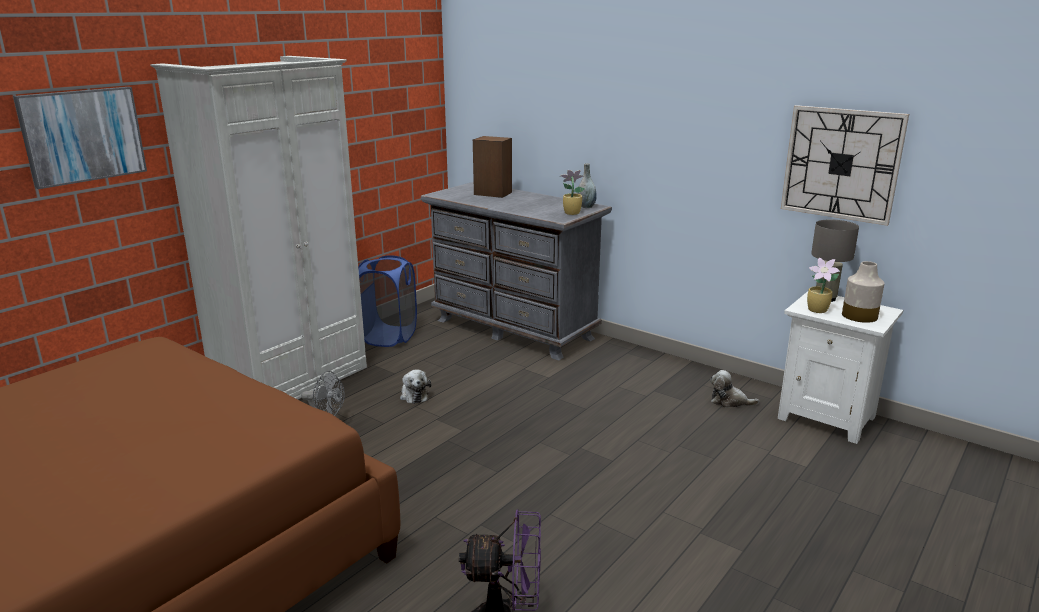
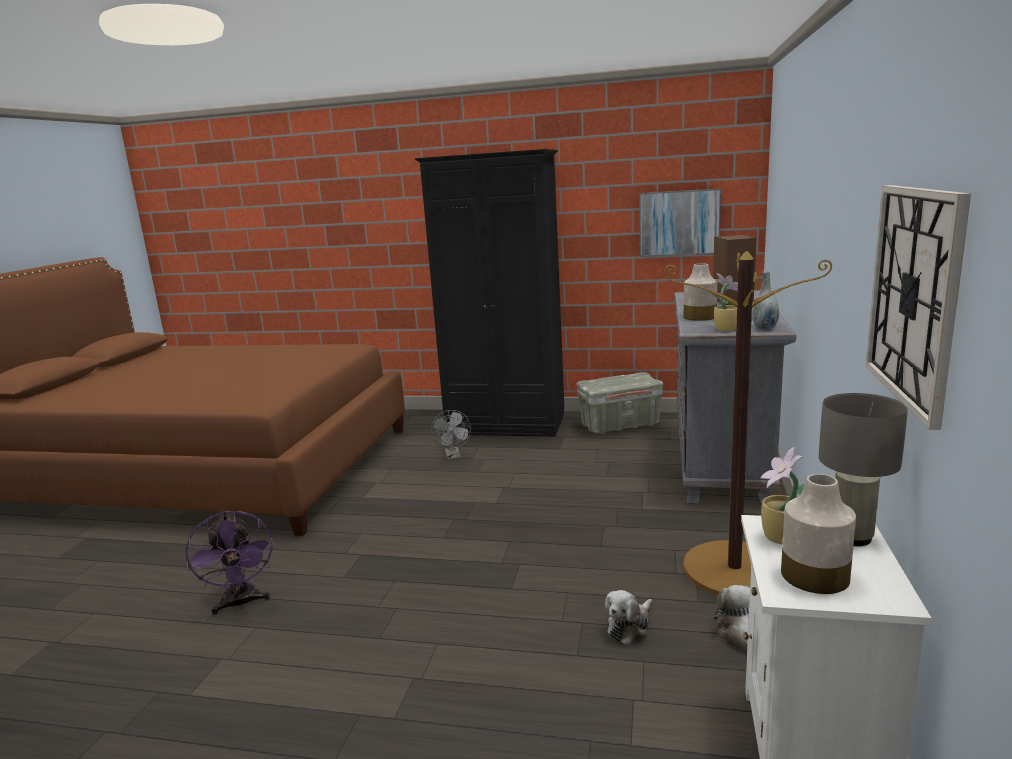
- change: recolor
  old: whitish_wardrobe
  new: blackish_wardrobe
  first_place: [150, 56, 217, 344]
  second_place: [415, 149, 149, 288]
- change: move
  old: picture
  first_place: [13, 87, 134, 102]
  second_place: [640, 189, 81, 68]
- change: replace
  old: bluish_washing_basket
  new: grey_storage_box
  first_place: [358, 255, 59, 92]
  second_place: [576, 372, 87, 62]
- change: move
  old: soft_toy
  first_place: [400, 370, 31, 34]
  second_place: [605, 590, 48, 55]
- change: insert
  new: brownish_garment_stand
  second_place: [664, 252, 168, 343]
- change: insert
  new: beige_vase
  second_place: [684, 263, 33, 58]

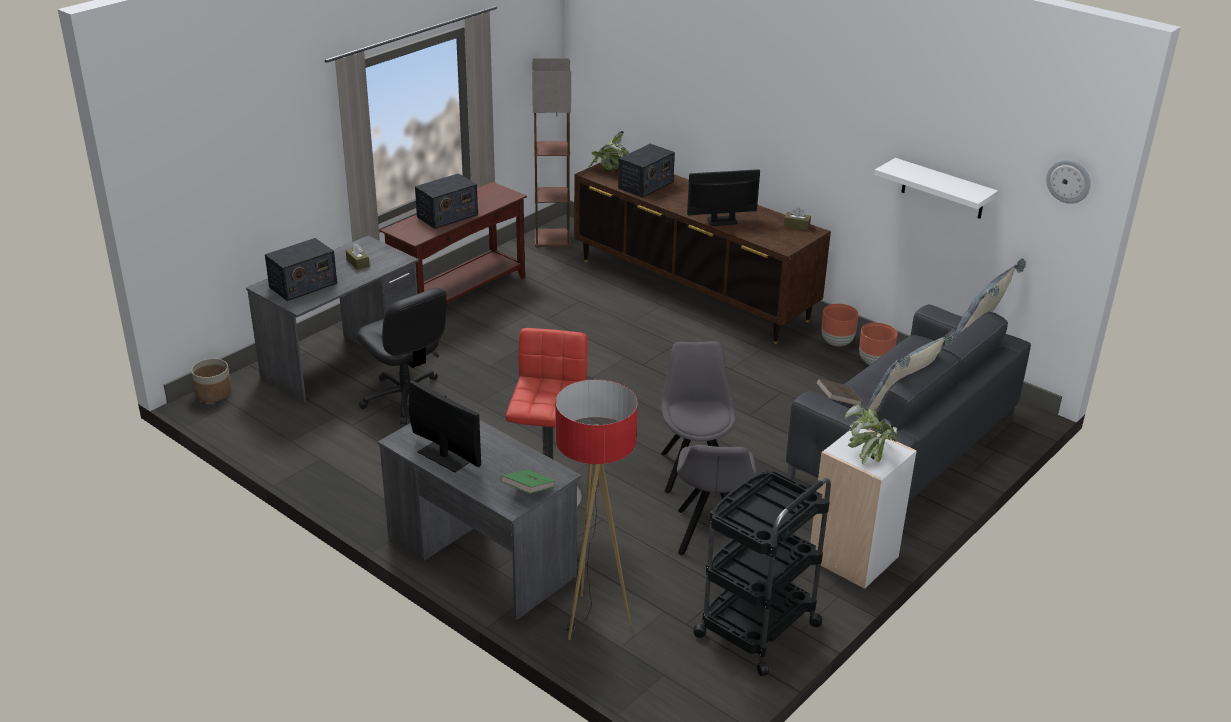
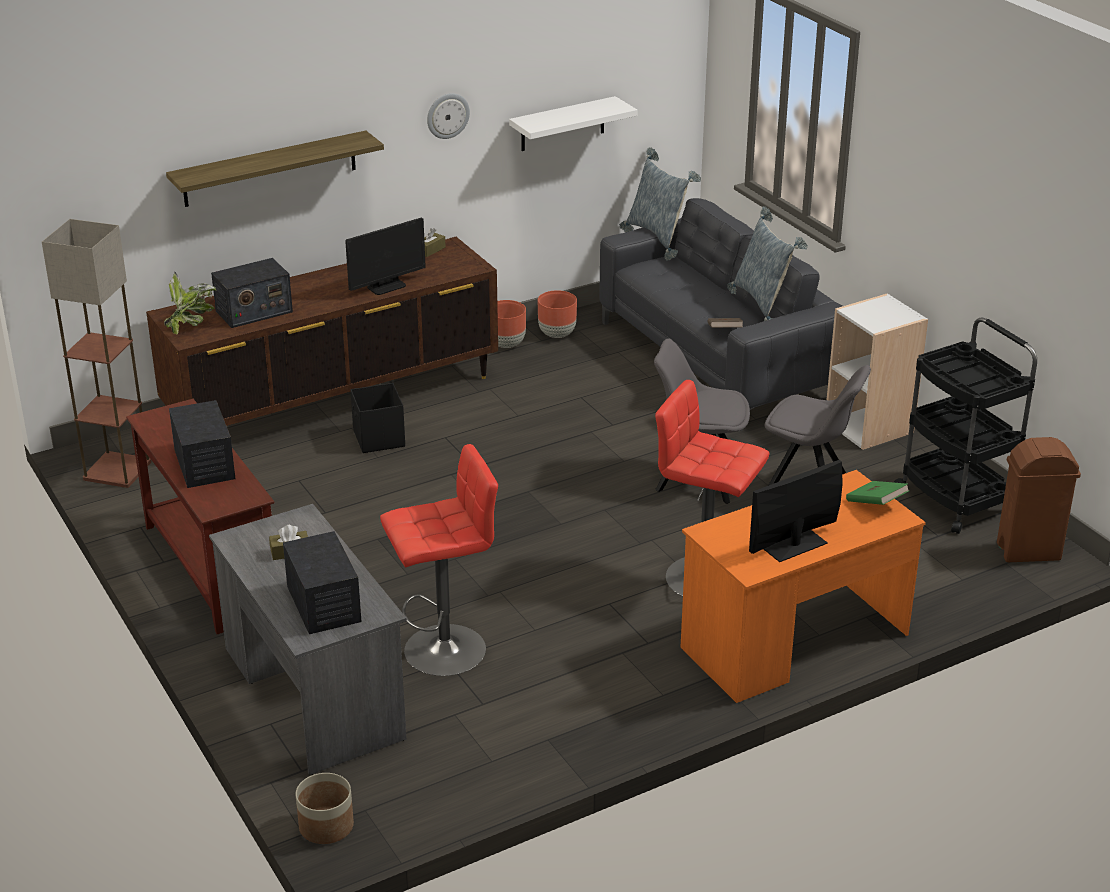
- change: rotate
  old: radio
  first_place: [618, 144, 57, 54]
  second_place: [211, 258, 82, 70]
  degrees: 90
- change: move
  old: clock_on_the_wall
  first_place: [1046, 160, 45, 44]
  second_place: [427, 93, 43, 46]
- change: rotate
  old: computer_display
  first_place: [687, 169, 73, 57]
  second_place: [345, 218, 81, 77]
  degrees: -135
- change: replace
  old: blackish_office_chair
  new: red-coloured_stool
  first_place: [356, 288, 95, 137]
  second_place: [380, 444, 118, 232]
- change: delete
  old: standard_lamp
  first_place: [555, 379, 83, 261]
- change: delete
  old: houseplant
  first_place: [845, 404, 52, 61]
- change: recolor
  old: grey_desk
  new: orange_desk
  first_place: [378, 419, 203, 202]
  second_place: [681, 470, 245, 233]
- change: insert
  new: wall_shelf
  second_place: [166, 131, 218, 76]
- change: insert
  new: blackish_storage_box
  second_place: [350, 383, 55, 70]
- change: insert
  new: brownish_waste_bin
  second_place: [997, 437, 84, 125]

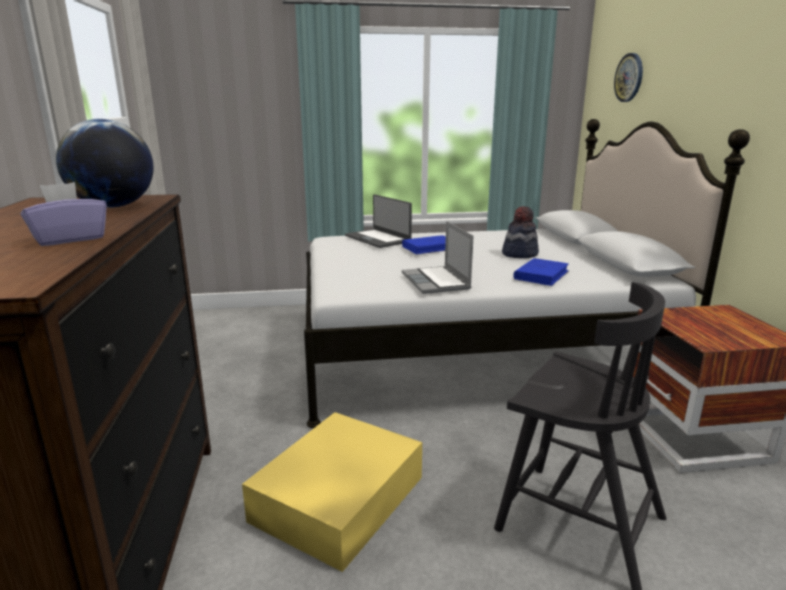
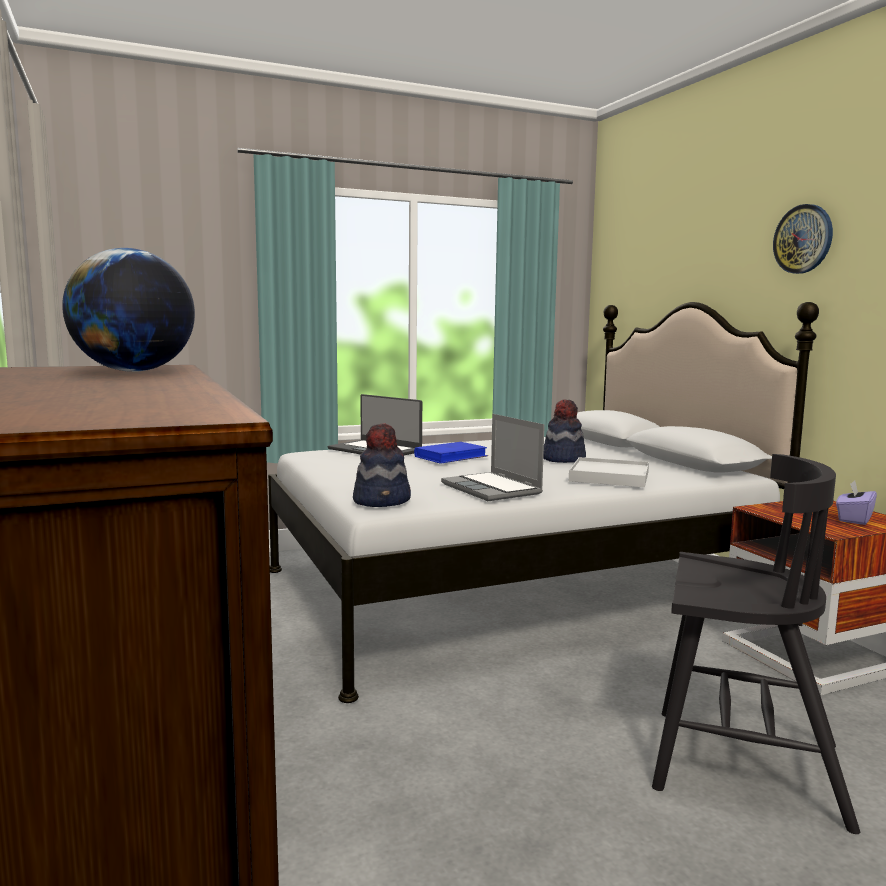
- change: move
  old: clock_on_the_wall
  first_place: [614, 53, 29, 49]
  second_place: [773, 204, 60, 70]
- change: move
  old: purple_tissue_box
  first_place: [21, 182, 86, 64]
  second_place: [836, 481, 41, 44]
- change: replace
  old: bluish_book
  new: whitish_tray
  first_place: [513, 258, 56, 28]
  second_place: [569, 457, 80, 30]
- change: delete
  old: yellowish_storage_box
  first_place: [242, 412, 180, 160]
- change: insert
  new: clothing_hat
  second_place: [353, 423, 58, 84]

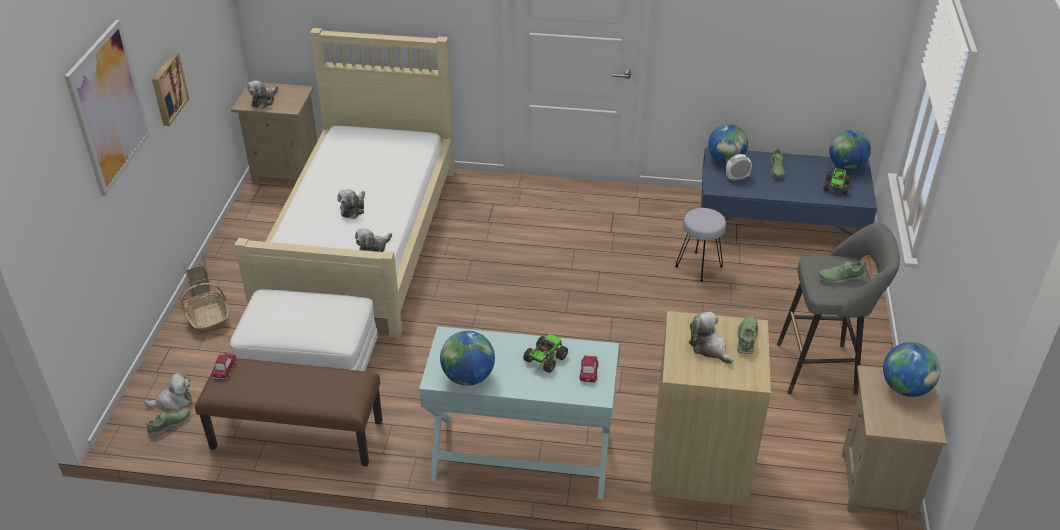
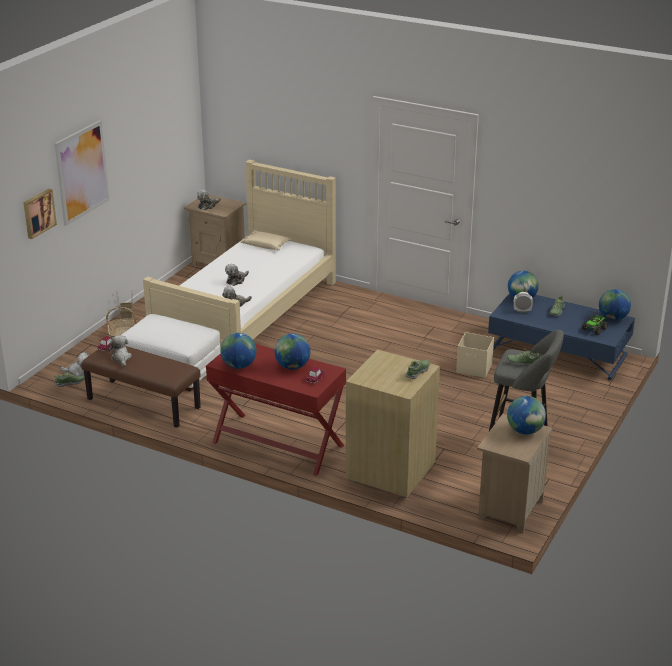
- change: move
  old: picture
  first_place: [152, 53, 38, 73]
  second_place: [23, 189, 34, 50]
- change: replace
  old: grey_stool
  new: beige_storage_box
  first_place: [675, 208, 51, 74]
  second_place: [456, 332, 38, 46]
- change: move
  old: soft_toy
  first_place: [689, 312, 44, 52]
  second_place: [108, 335, 24, 32]
- change: recolor
  old: blue-green_desk
  new: red-coloured_desk
  first_place: [419, 326, 200, 173]
  second_place: [206, 344, 140, 132]
- change: replace
  old: toy_lorry
  new: globe
  first_place: [523, 334, 45, 39]
  second_place: [275, 334, 35, 36]
- change: insert
  new: beige_cushion
  second_place: [241, 230, 51, 20]

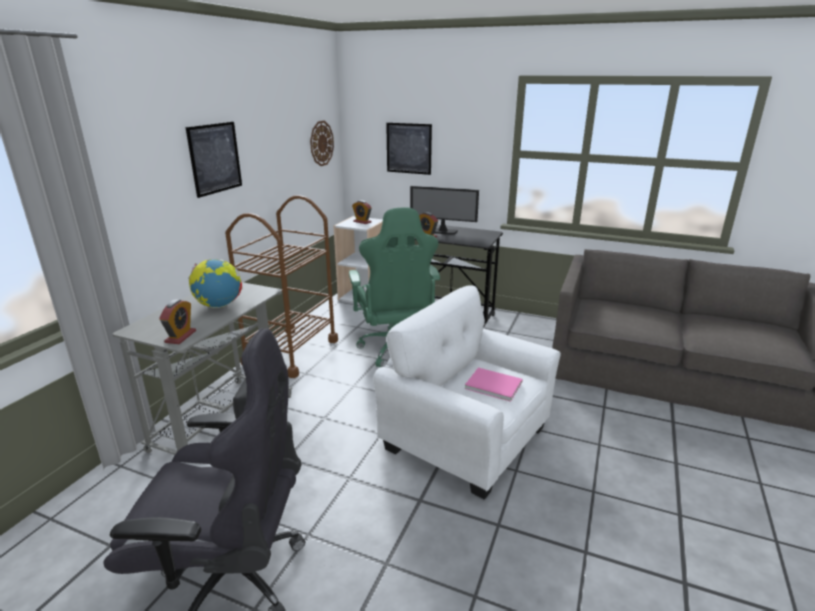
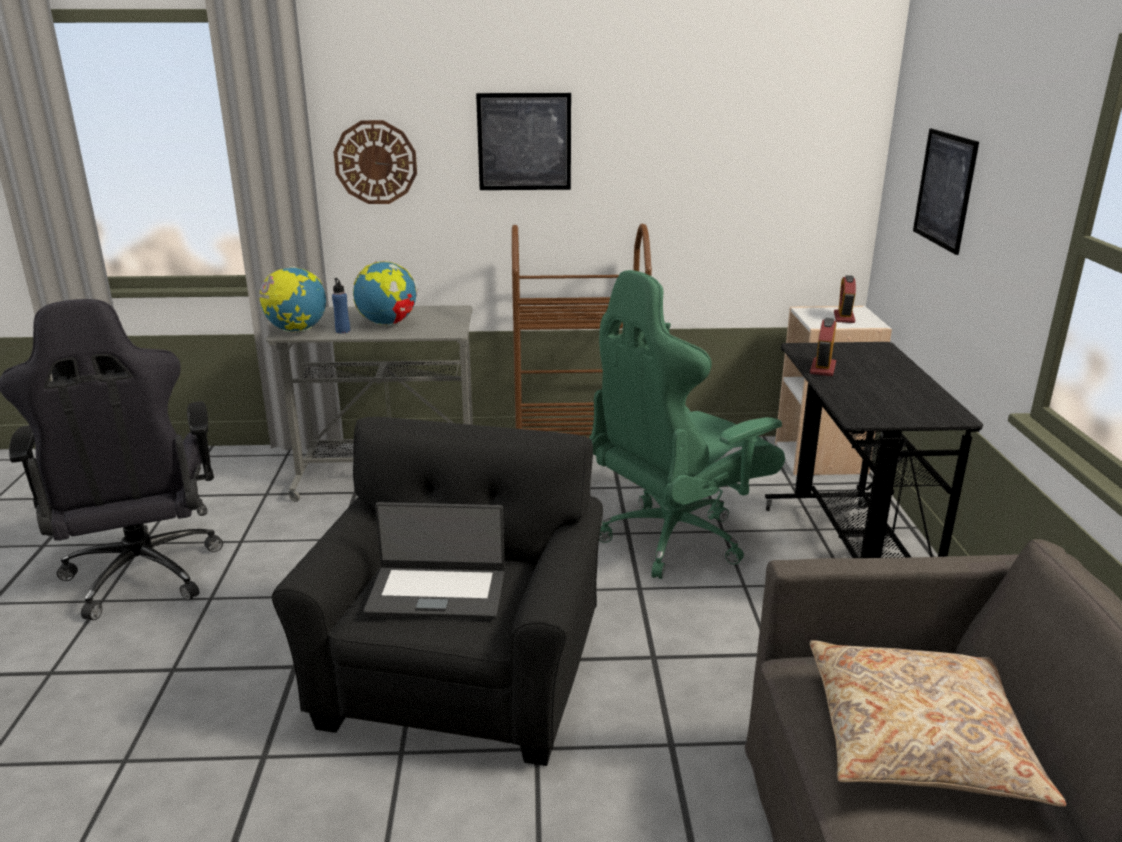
- change: move
  old: clock_on_the_wall
  first_place: [310, 121, 24, 45]
  second_place: [334, 120, 83, 84]
- change: delete
  old: computer_display
  first_place: [410, 186, 69, 48]
- change: recolor
  old: whitish_easy_chair
  new: blackish_easy_chair
  first_place: [373, 285, 188, 215]
  second_place: [272, 417, 331, 349]
- change: replace
  old: bedside_clock
  new: globe
  first_place: [159, 299, 37, 45]
  second_place: [259, 266, 67, 67]
- change: replace
  old: pink_book
  new: laptop
  first_place: [465, 368, 58, 34]
  second_place: [364, 502, 141, 117]
- change: insert
  new: bluish_bottle
  second_place: [332, 278, 18, 56]
- change: insert
  new: beige_cushion
  second_place: [810, 640, 256, 167]

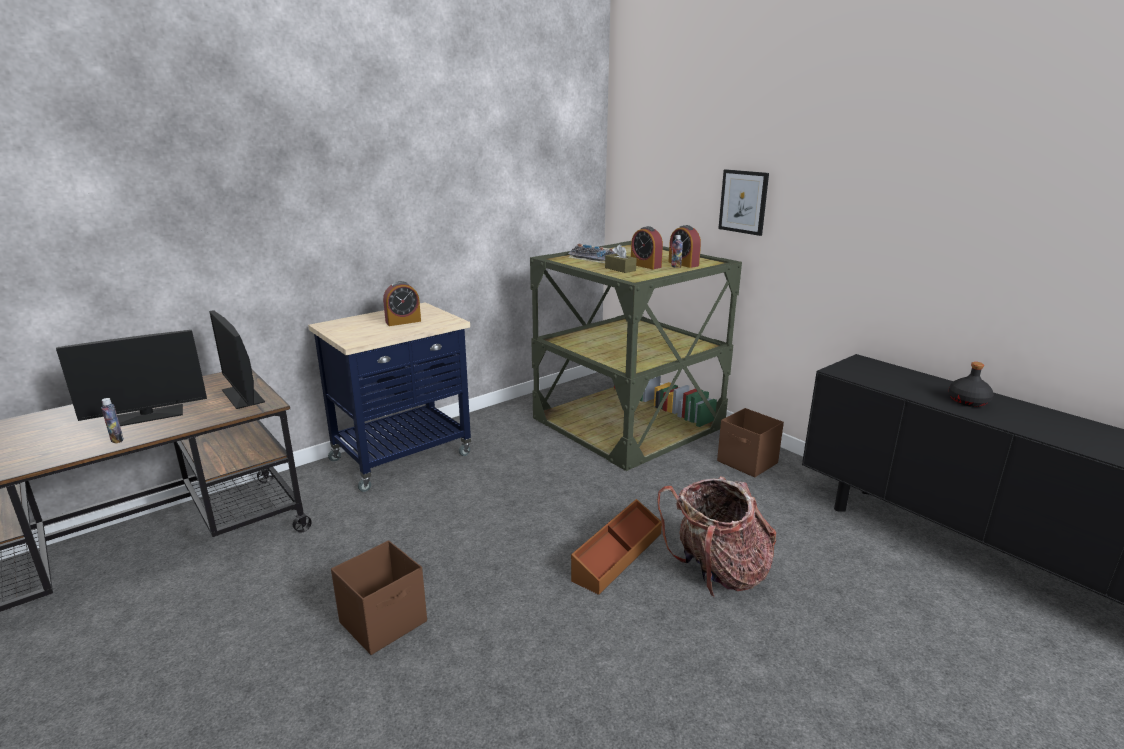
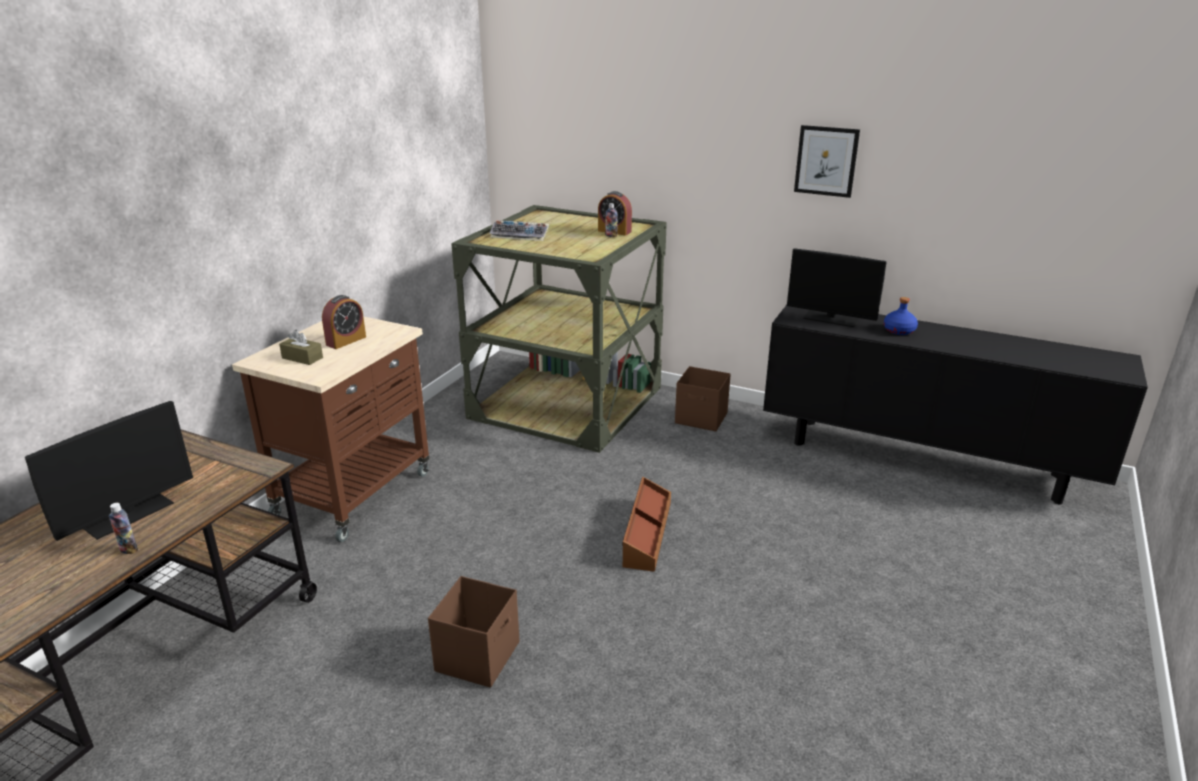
- change: move
  old: picture
  first_place: [718, 169, 51, 67]
  second_place: [794, 125, 66, 73]
- change: delete
  old: bedside_clock
  first_place: [631, 226, 32, 43]
- change: move
  old: brownish_tissue_box
  first_place: [605, 244, 32, 29]
  second_place: [279, 330, 44, 35]
- change: recolor
  old: bluish_wheeled_cart
  new: brownish_wheeled_cart
  first_place: [308, 302, 163, 190]
  second_place: [232, 316, 197, 226]
- change: move
  old: computer_display
  first_place: [209, 310, 56, 99]
  second_place: [787, 248, 100, 79]
- change: recolor
  old: blackish_bottle
  new: bluish_bottle
  first_place: [948, 362, 45, 45]
  second_place: [883, 297, 35, 38]
- change: delete
  old: knapsack
  first_place: [657, 476, 119, 121]

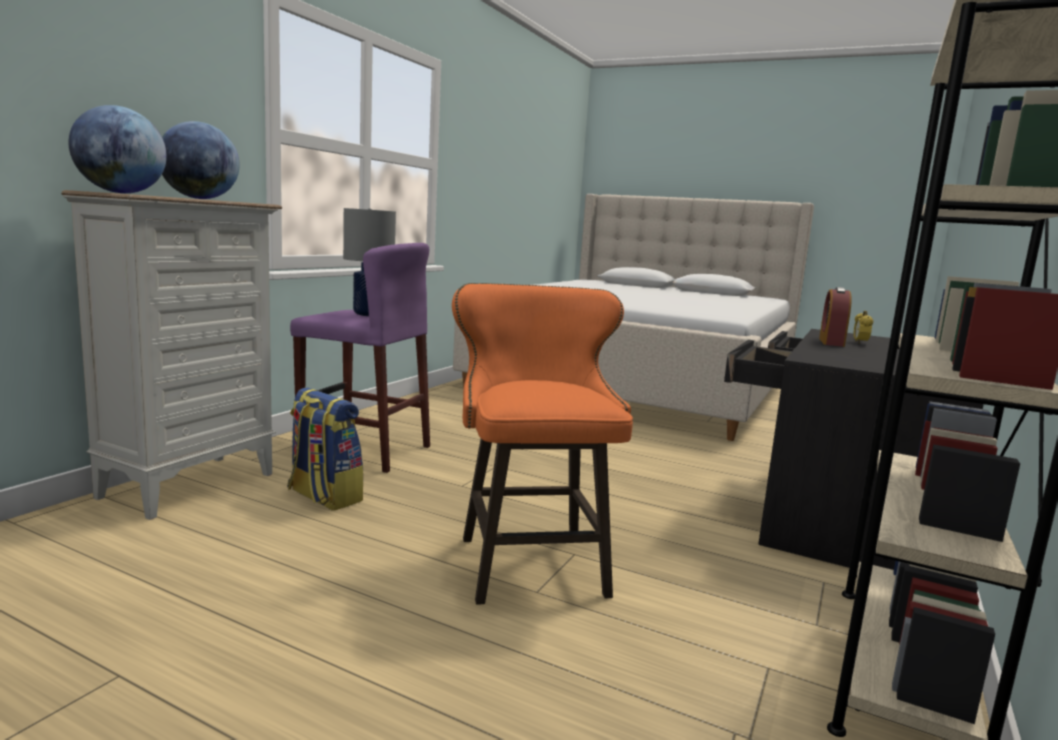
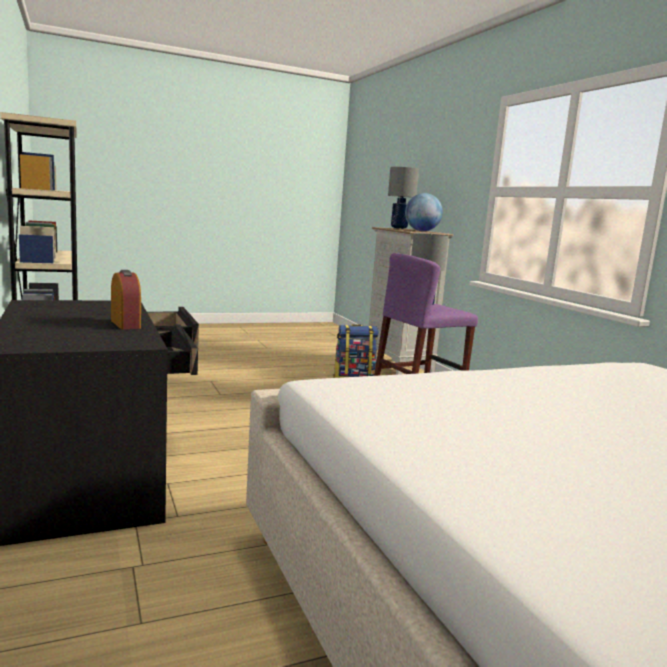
- change: replace
  old: globe
  new: grey_tabletop_lamp
  first_place: [69, 105, 98, 88]
  second_place: [388, 167, 31, 62]
- change: delete
  old: orange_stool
  first_place: [452, 283, 181, 322]
- change: delete
  old: bedside_clock
  first_place: [853, 311, 21, 33]

